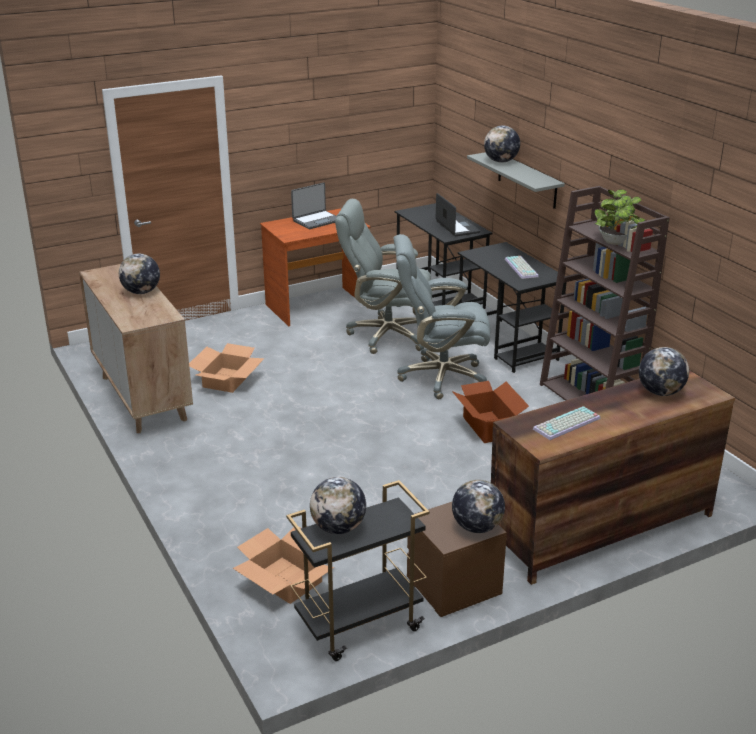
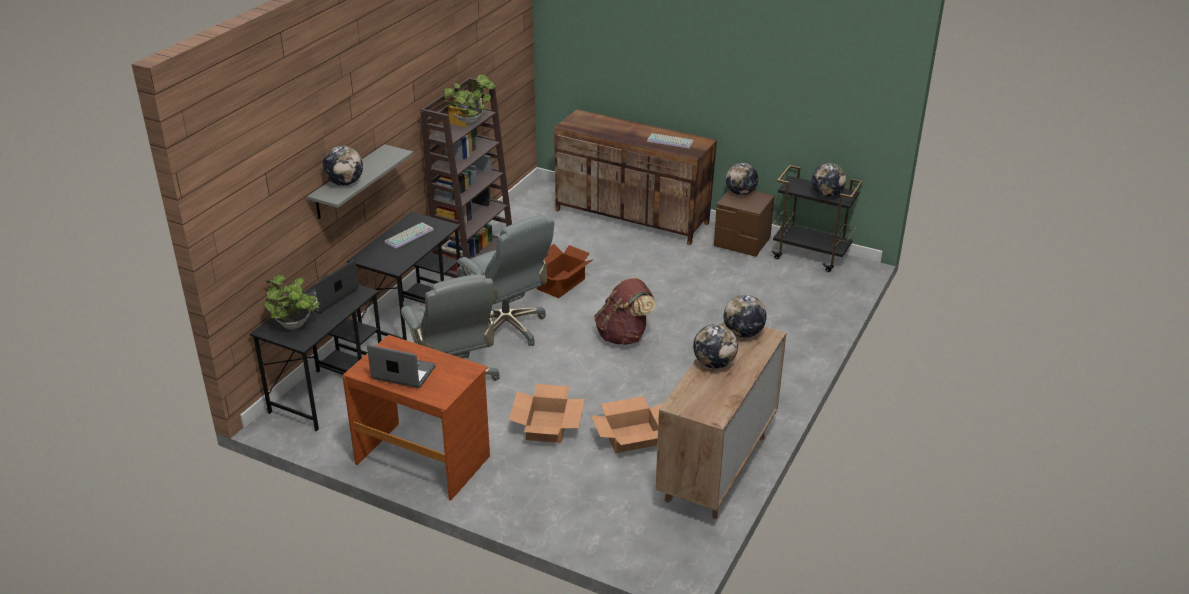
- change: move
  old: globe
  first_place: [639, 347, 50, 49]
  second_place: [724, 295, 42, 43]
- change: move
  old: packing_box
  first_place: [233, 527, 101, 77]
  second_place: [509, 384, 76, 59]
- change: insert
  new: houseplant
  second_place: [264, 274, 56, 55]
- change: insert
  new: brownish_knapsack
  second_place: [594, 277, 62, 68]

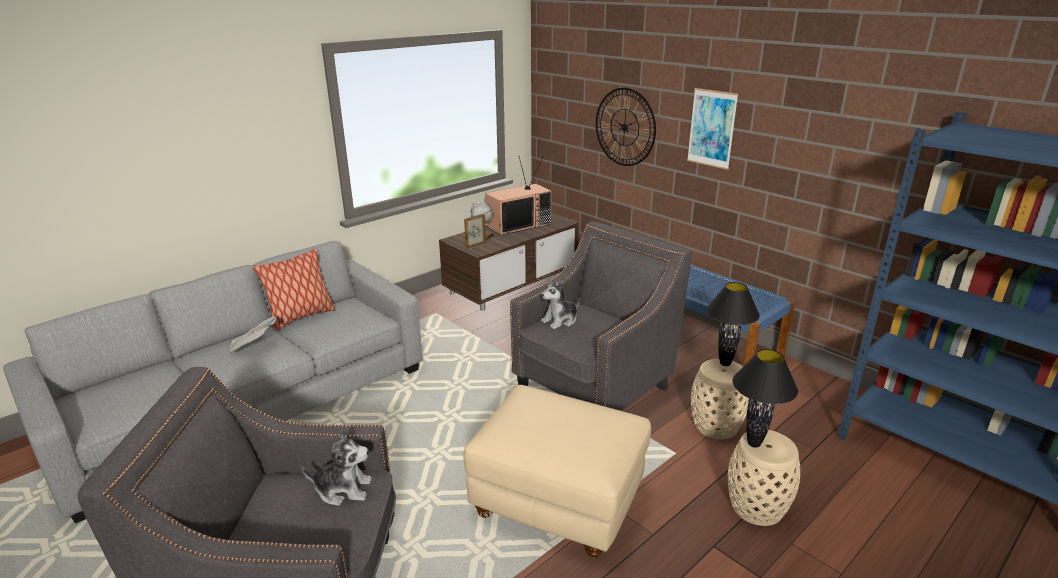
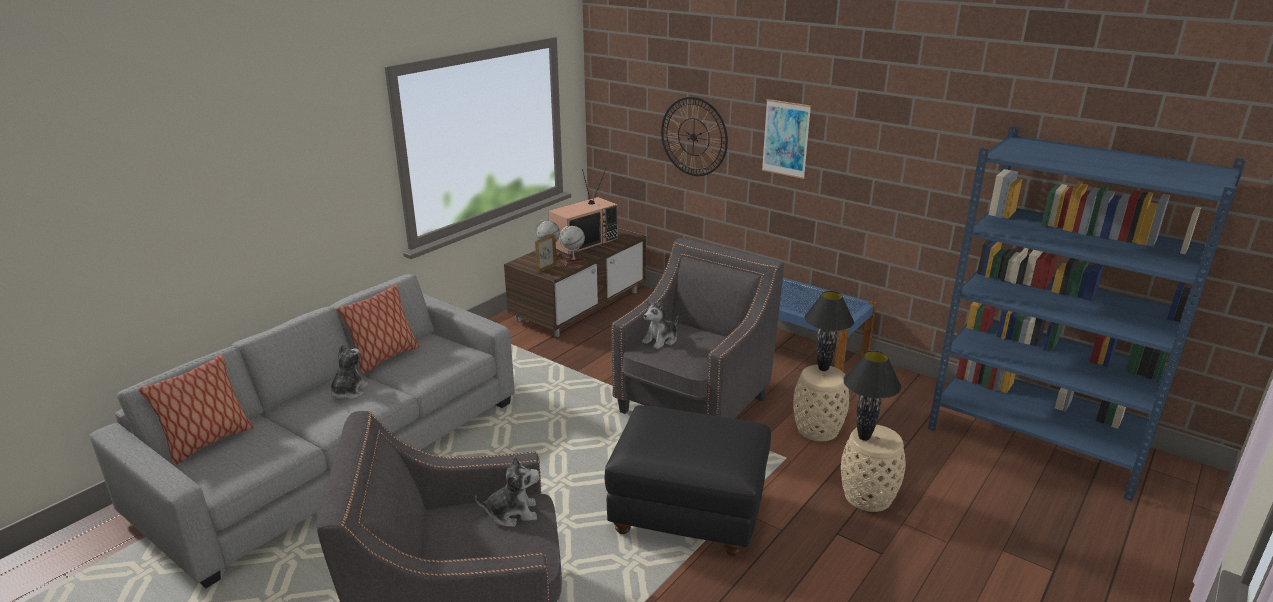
- change: replace
  old: daily_paper
  new: soft_toy
  first_place: [229, 315, 47, 38]
  second_place: [331, 344, 37, 56]
- change: recolor
  old: beige_pouffe
  new: blackish_pouffe
  first_place: [464, 385, 187, 173]
  second_place: [605, 405, 166, 151]
- change: insert
  new: globe
  second_place: [559, 226, 27, 41]
- change: insert
  new: cushion
  second_place: [138, 354, 116, 111]

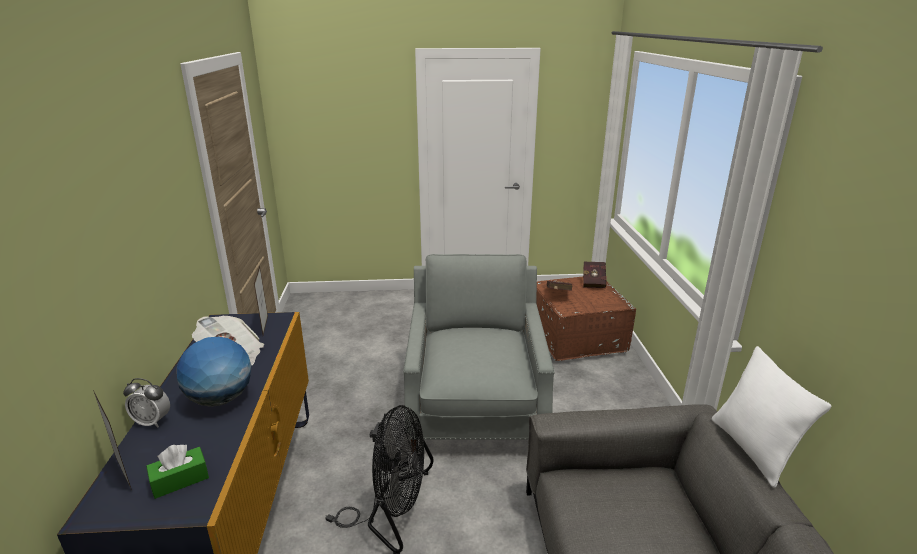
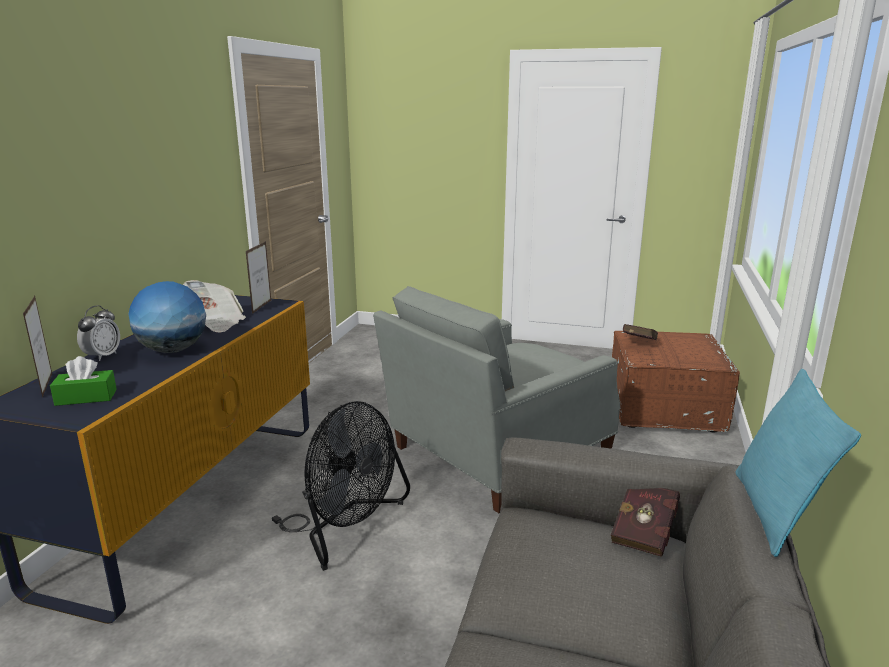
- change: rotate
  old: grey_easy_chair
  first_place: [403, 254, 152, 199]
  second_place: [373, 286, 247, 227]
  degrees: -150
- change: move
  old: red-coloured_book
  first_place: [583, 262, 24, 26]
  second_place: [611, 488, 69, 69]
- change: recolor
  old: whitish_cushion
  new: blue-green_cushion
  first_place: [712, 346, 119, 142]
  second_place: [735, 369, 126, 188]
- change: rotate
  old: bedside_clock
  first_place: [123, 378, 47, 49]
  second_place: [77, 305, 43, 56]
  degrees: -105

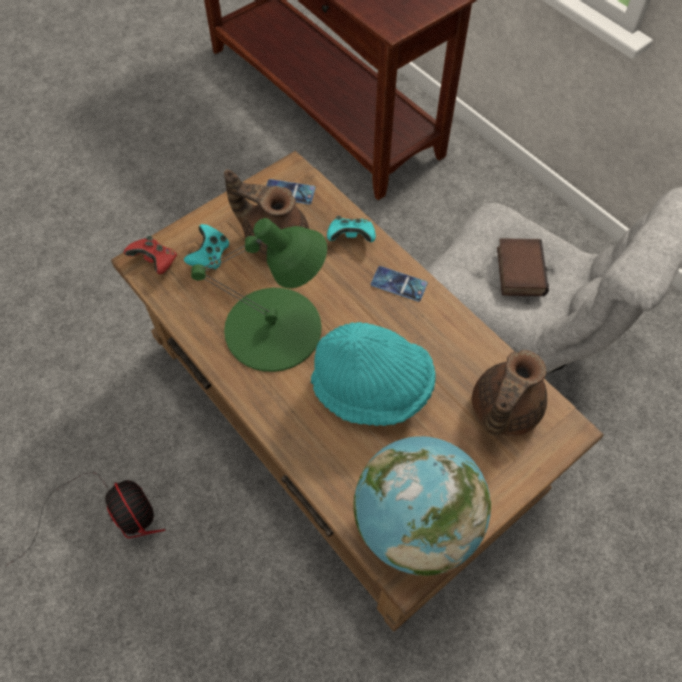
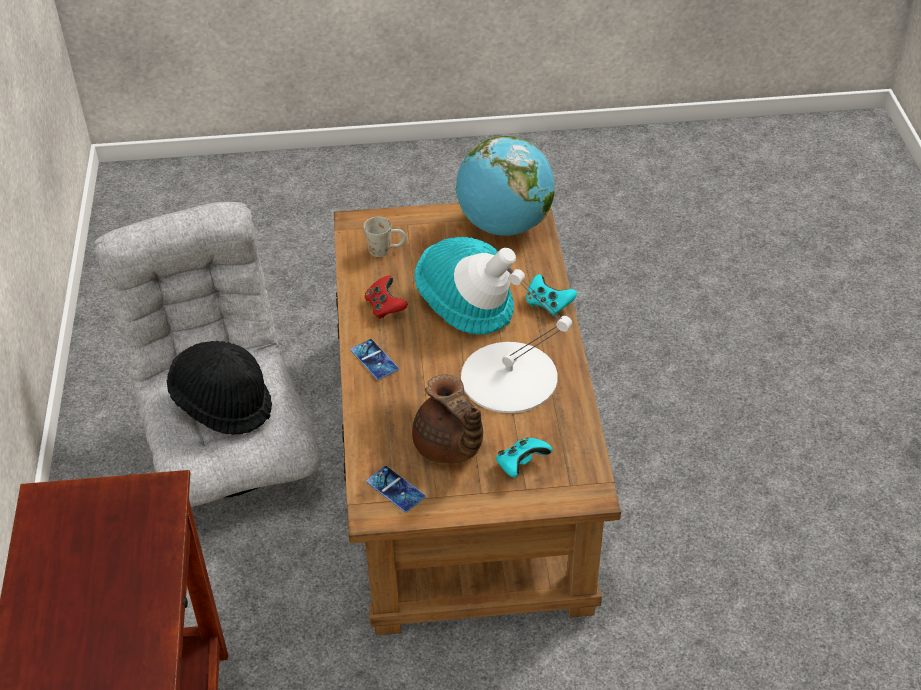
- change: move
  old: blue-green_gamepad
  first_place: [327, 216, 49, 26]
  second_place: [526, 274, 51, 43]
- change: recolor
  old: green-coloured_tabletop_lamp
  new: whitish_tabletop_lamp
  first_place: [191, 218, 136, 154]
  second_place: [454, 248, 118, 165]
- change: move
  old: red-coloured_gamepad
  first_place: [124, 236, 53, 38]
  second_place: [365, 276, 43, 43]
- change: replace
  old: book
  new: blackish_clothing_hat
  first_place: [497, 238, 52, 58]
  second_place: [167, 341, 105, 94]
- change: replace
  old: brownish_pot_for_tea
  new: whitish_coffee_mug
  first_place: [472, 350, 75, 86]
  second_place: [363, 217, 43, 40]
- change: delete
  old: electric_fan
  first_place: [7, 472, 158, 93]

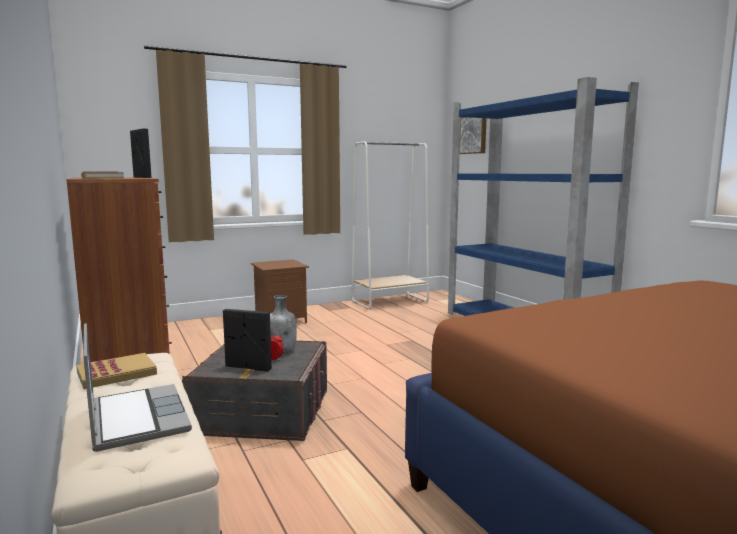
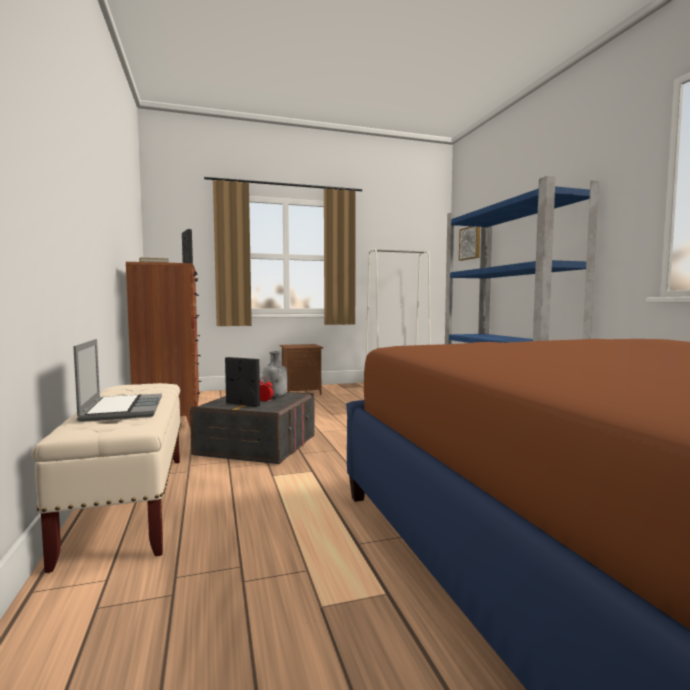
- change: delete
  old: book
  first_place: [76, 353, 81, 36]

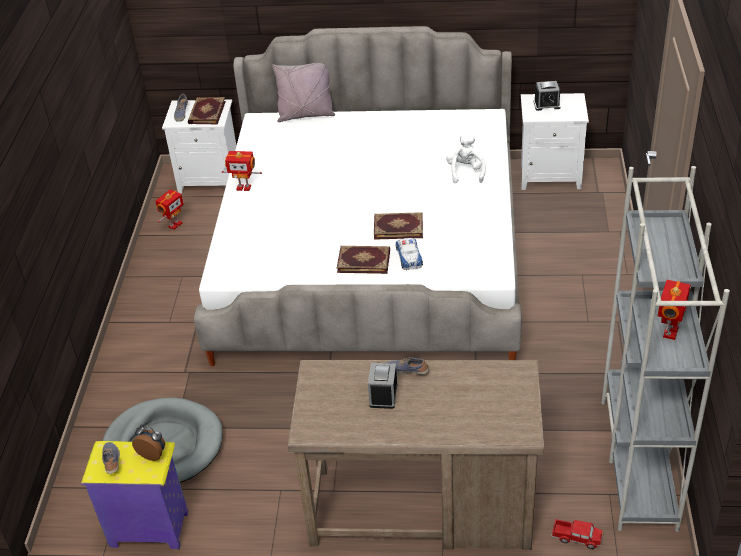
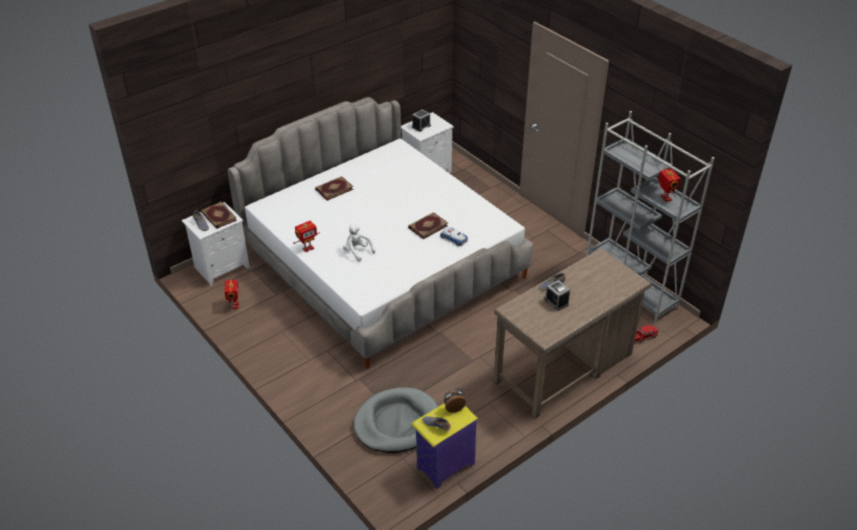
- change: delete
  old: purple_cushion
  first_place: [272, 63, 63, 59]
- change: move
  old: whitish_soft_toy
  first_place: [446, 132, 40, 51]
  second_place: [343, 224, 32, 38]
- change: move
  old: book
  first_place: [337, 246, 53, 28]
  second_place: [315, 176, 38, 25]

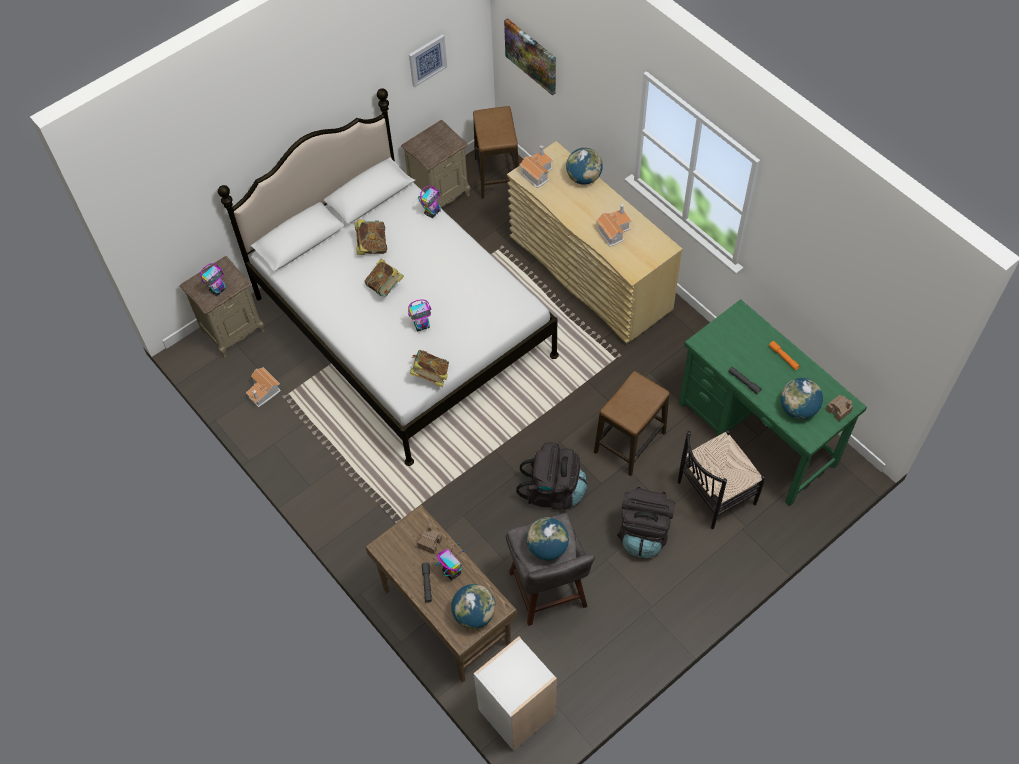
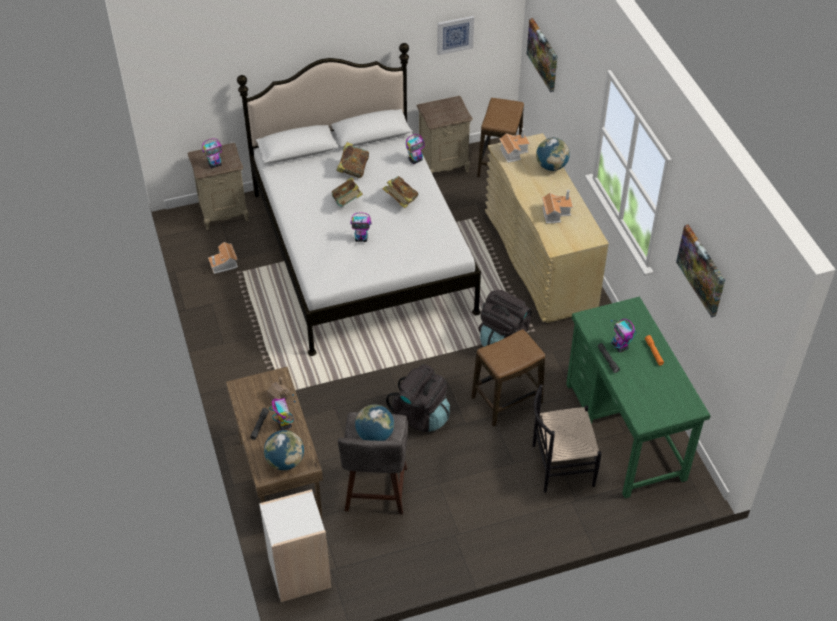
- change: move
  old: book
  first_place: [410, 350, 39, 37]
  second_place: [383, 176, 36, 32]
- change: delete
  old: globe
  first_place: [781, 378, 42, 41]
- change: delete
  old: toy_house
  first_place: [826, 395, 27, 26]
- change: move
  old: blackish_knapsack
  first_place: [617, 487, 59, 71]
  second_place: [478, 290, 53, 57]
- change: insert
  new: picture
  second_place: [676, 224, 49, 94]
- change: insert
  new: model_robot
  second_place: [611, 319, 25, 33]

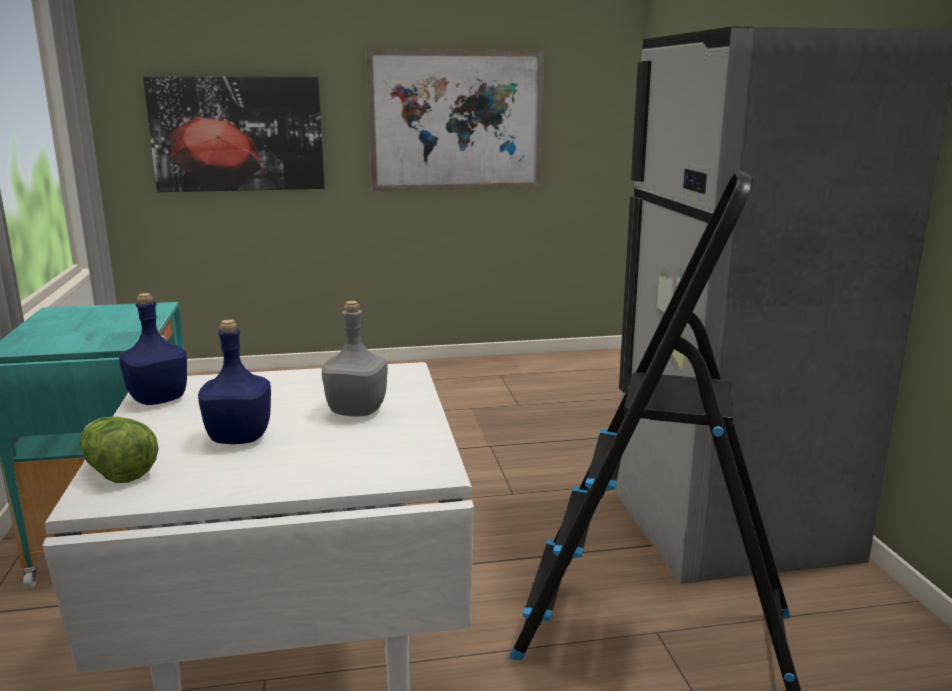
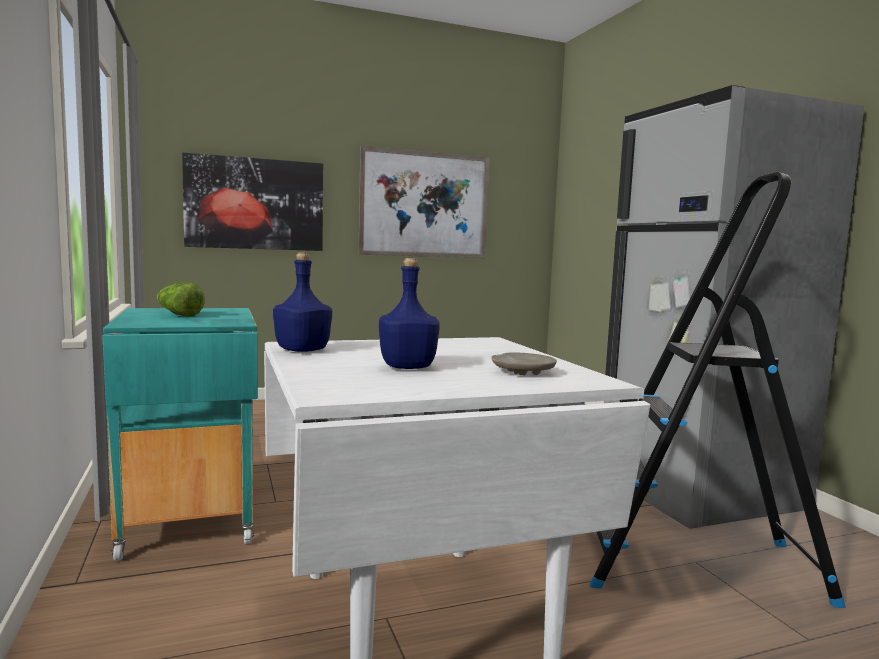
- change: delete
  old: grey_bottle
  first_place: [322, 301, 66, 115]
- change: move
  old: lettuce_head
  first_place: [80, 416, 79, 67]
  second_place: [157, 283, 48, 34]
- change: insert
  new: beige_plate
  second_place: [491, 353, 66, 22]

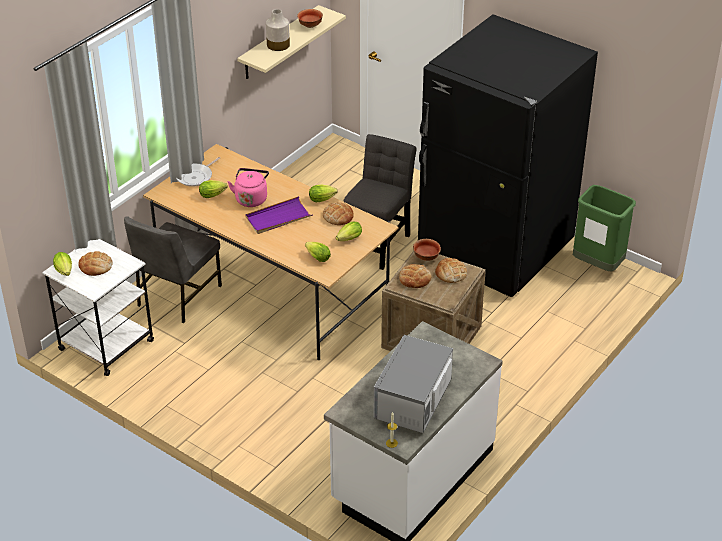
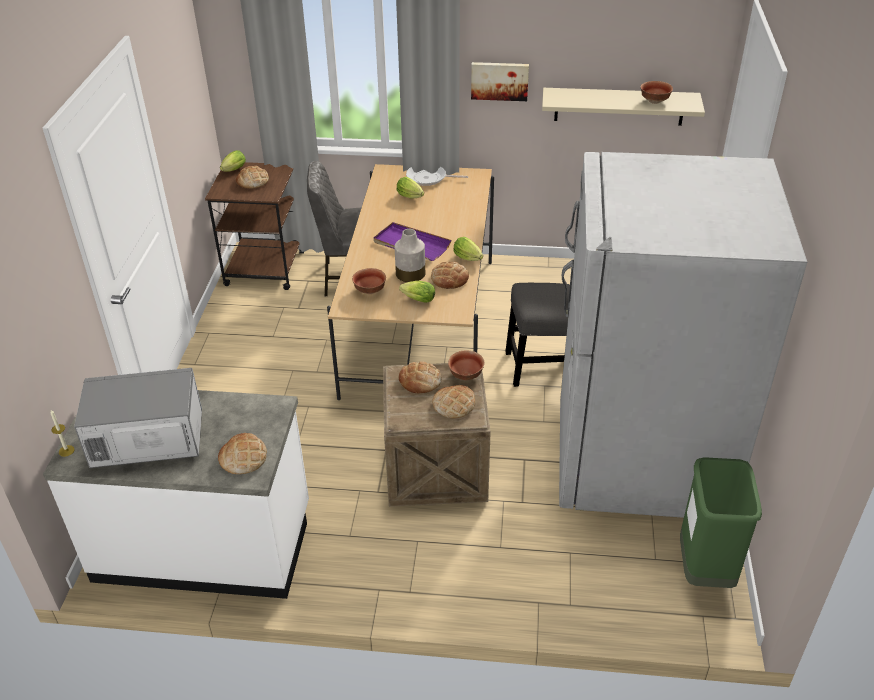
- change: move
  old: beige_vase
  first_place: [266, 9, 24, 42]
  second_place: [394, 229, 31, 53]
- change: recolor
  old: blackish_refrigerator
  new: whitish_refrigerator
  first_place: [418, 14, 180, 283]
  second_place: [559, 152, 248, 366]
- change: delete
  old: pink_water_kettle
  first_place: [228, 168, 41, 39]
- change: recolor
  old: whitish_wheeled_cart
  new: brownish_wheeled_cart
  first_place: [42, 239, 112, 137]
  second_place: [205, 162, 99, 128]
- change: replace
  old: lettuce_head
  new: serving_bowl
  first_place: [305, 242, 26, 20]
  second_place: [352, 268, 34, 26]
- change: insert
  new: picture
  second_place: [471, 62, 58, 39]
- change: insert
  new: bread
  second_place: [218, 433, 49, 41]

